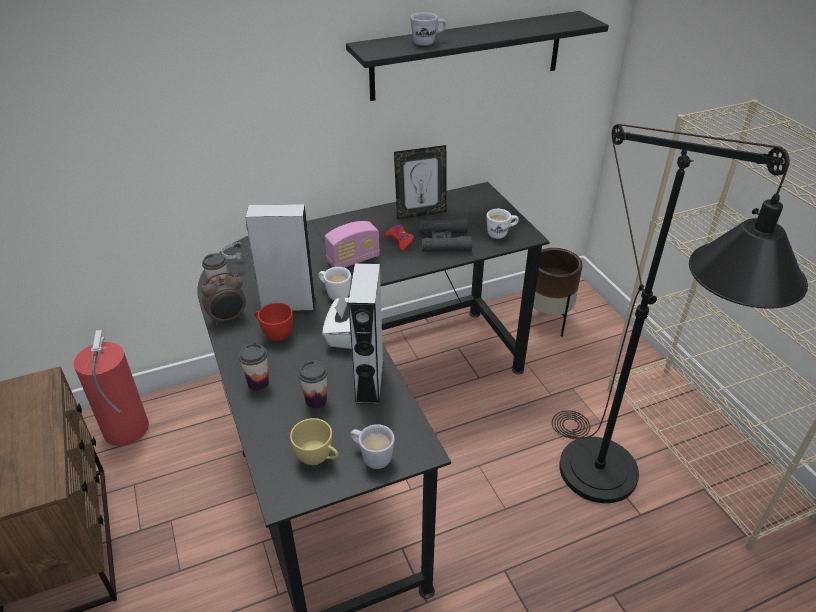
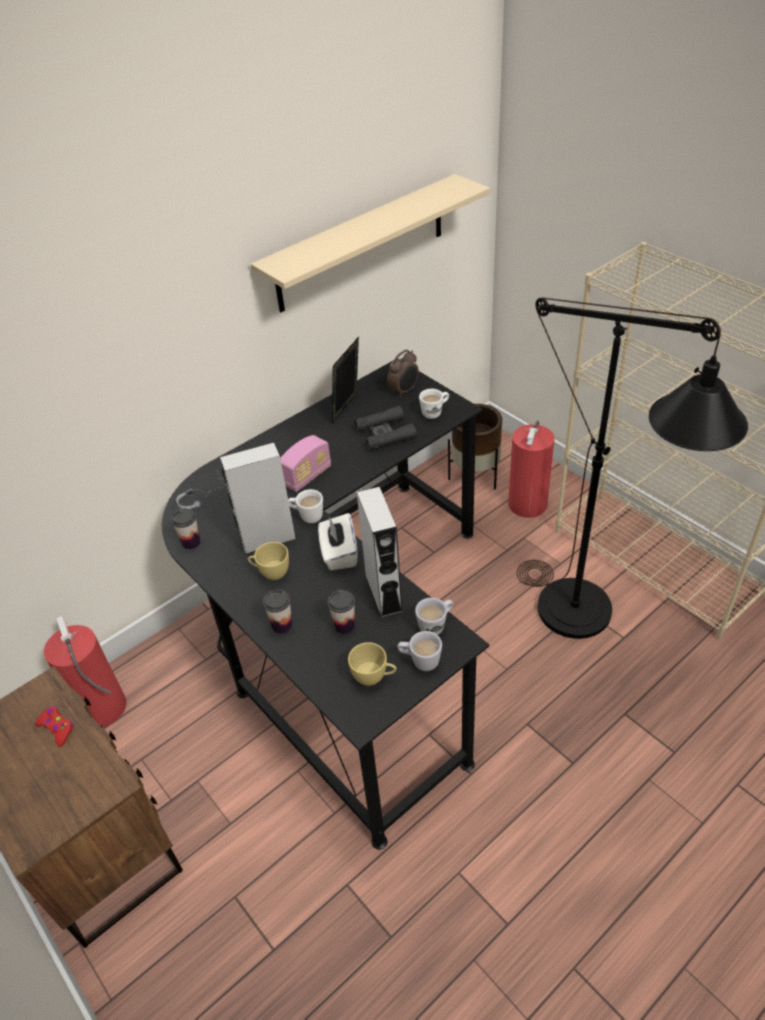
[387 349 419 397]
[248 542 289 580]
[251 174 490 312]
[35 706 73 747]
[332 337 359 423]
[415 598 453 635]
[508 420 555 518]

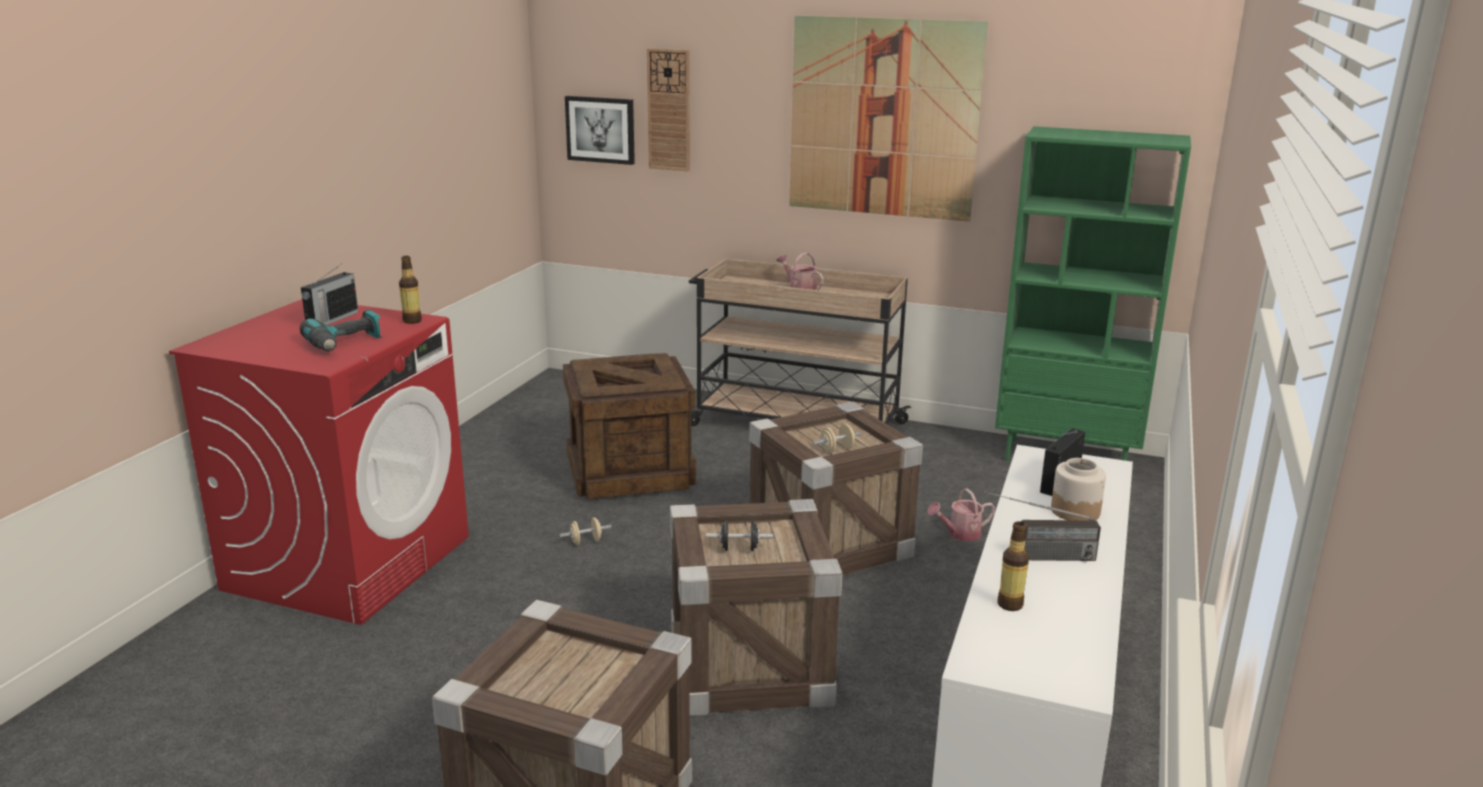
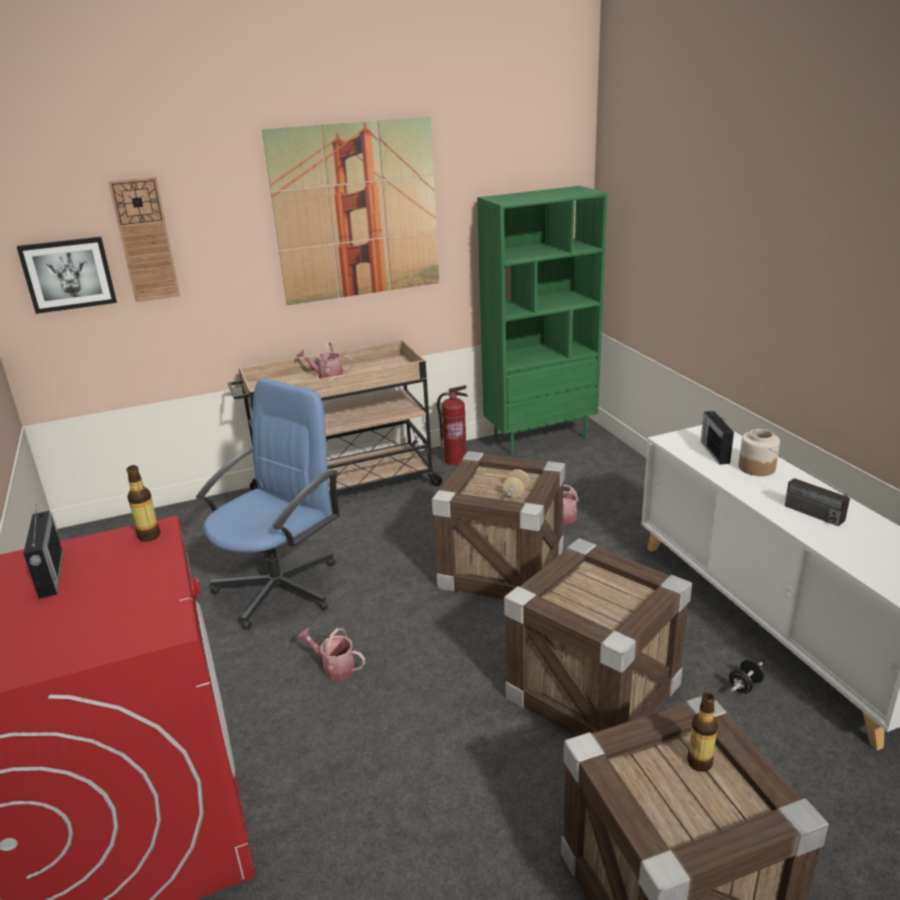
[300 309 382 352] (first image)
[298 628 365 681]
[196 378 340 630]
[729 659 764 694]
[769 449 850 526]
[687 693 718 772]
[437 385 468 466]

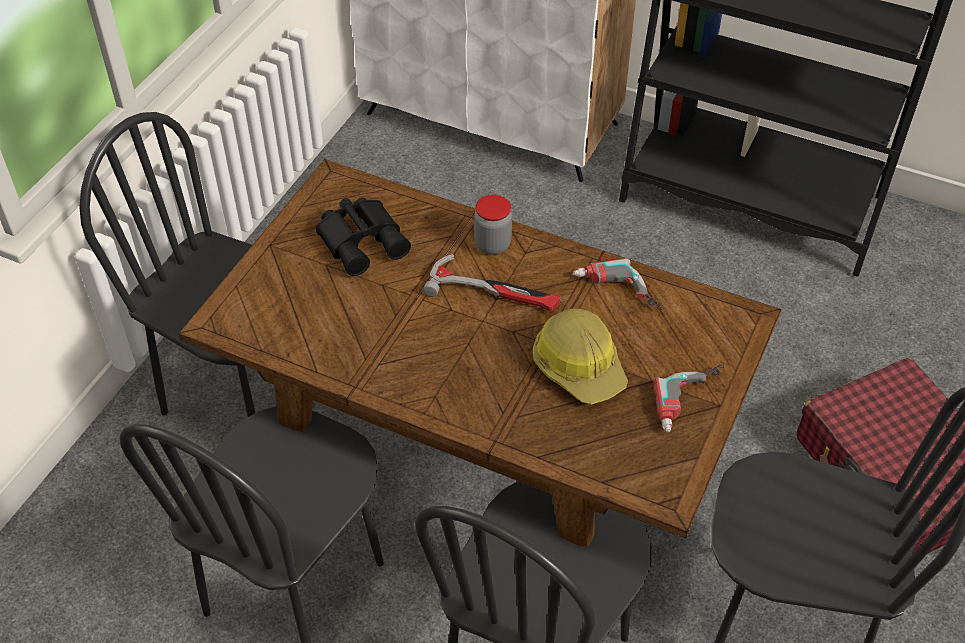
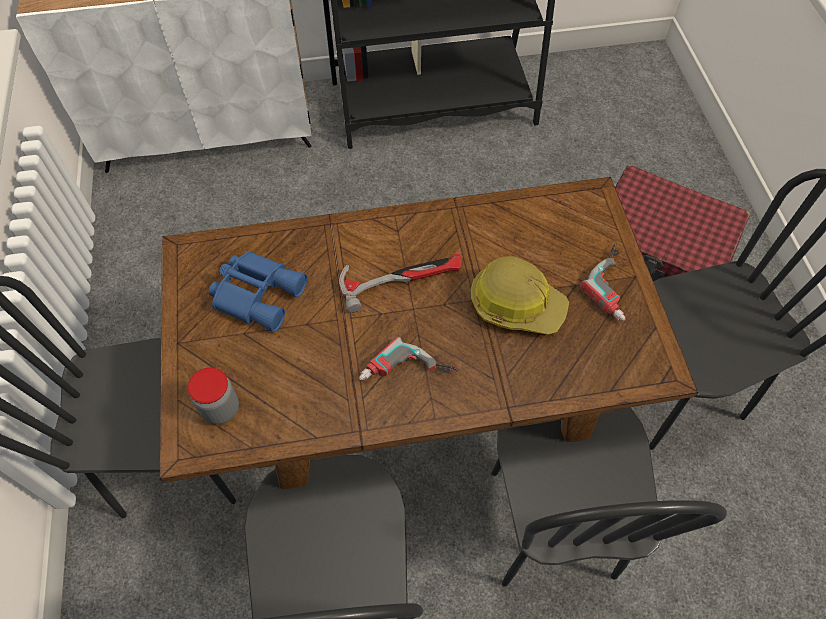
[209 251 307 332]
[188 367 239 424]
[359 337 459 381]

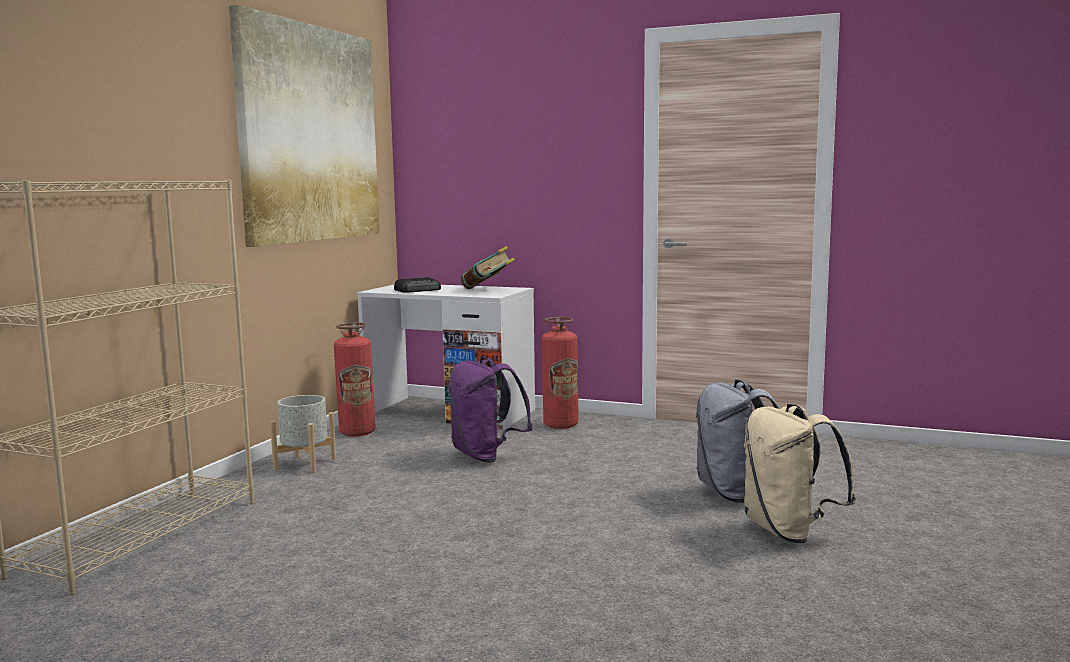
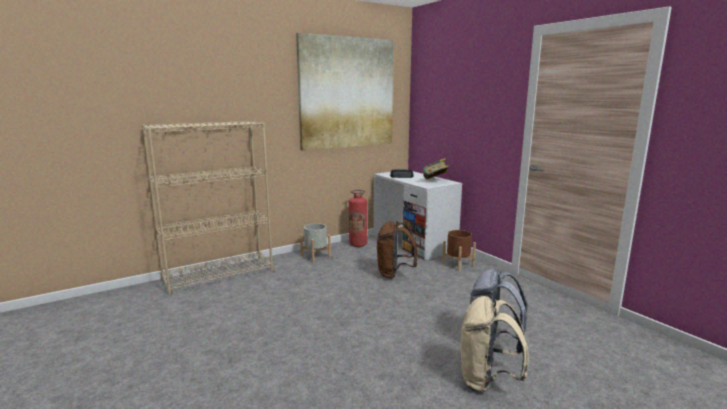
[377 221 418 279]
[442 230 476 271]

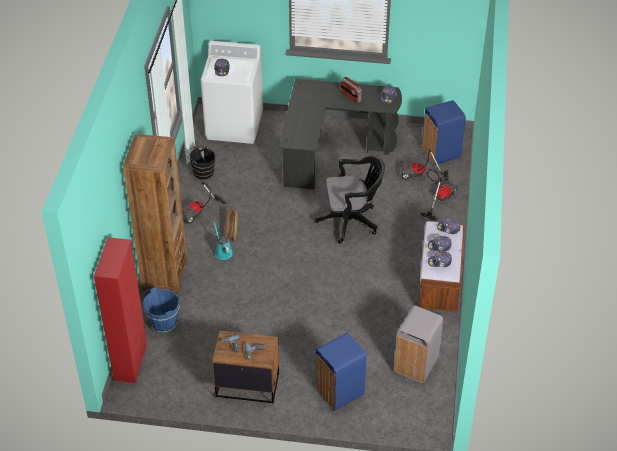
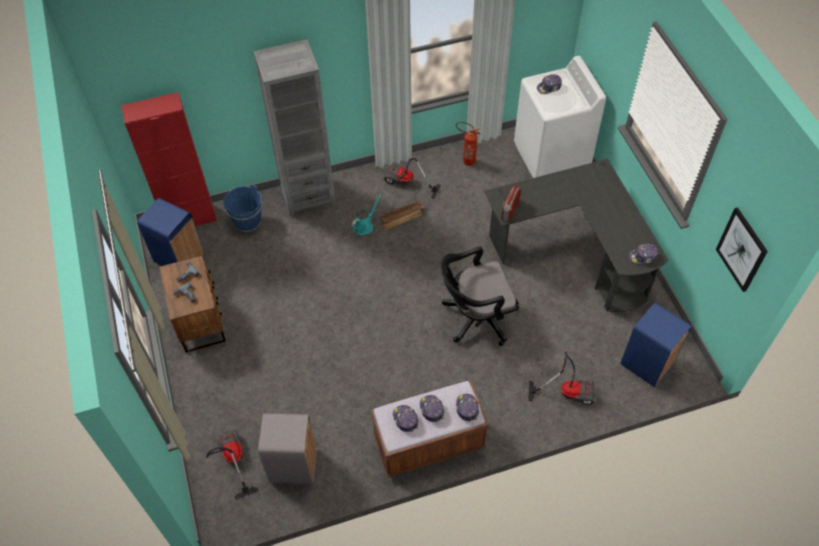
[254 39 336 216]
[456 122 480 166]
[441 247 519 346]
[137 198 204 266]
[501 184 521 222]
[206 430 259 500]
[716 208 768 292]

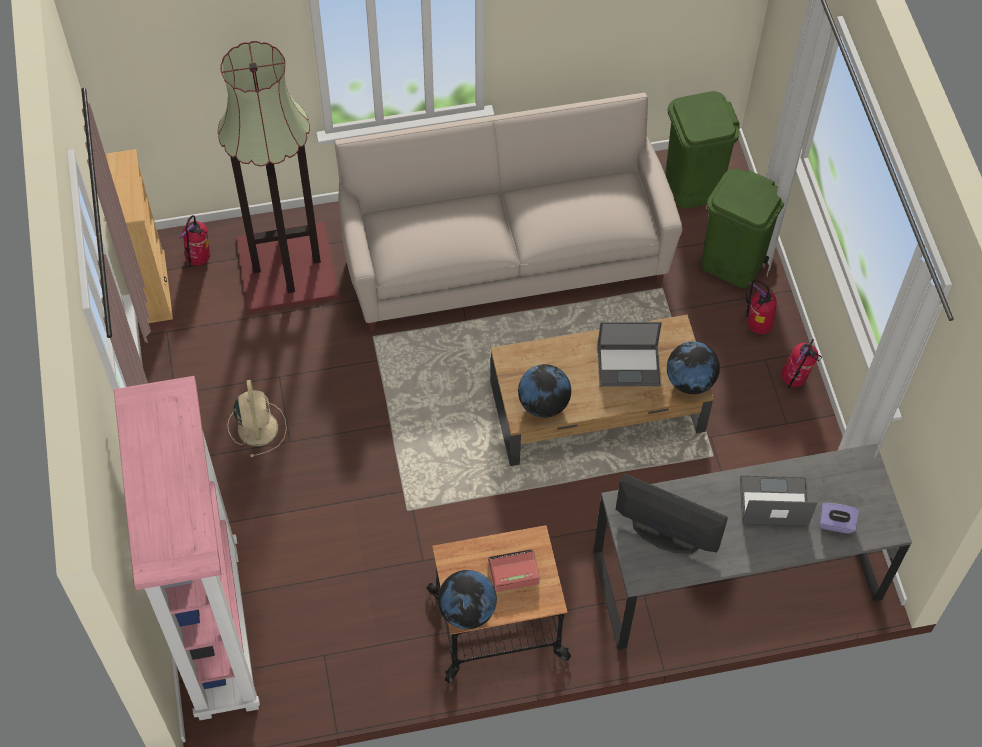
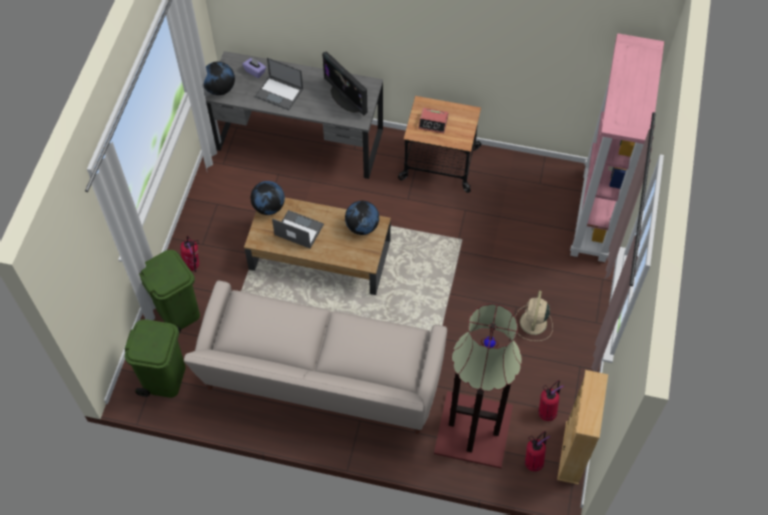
[204 62 235 95]
[538 380 564 421]

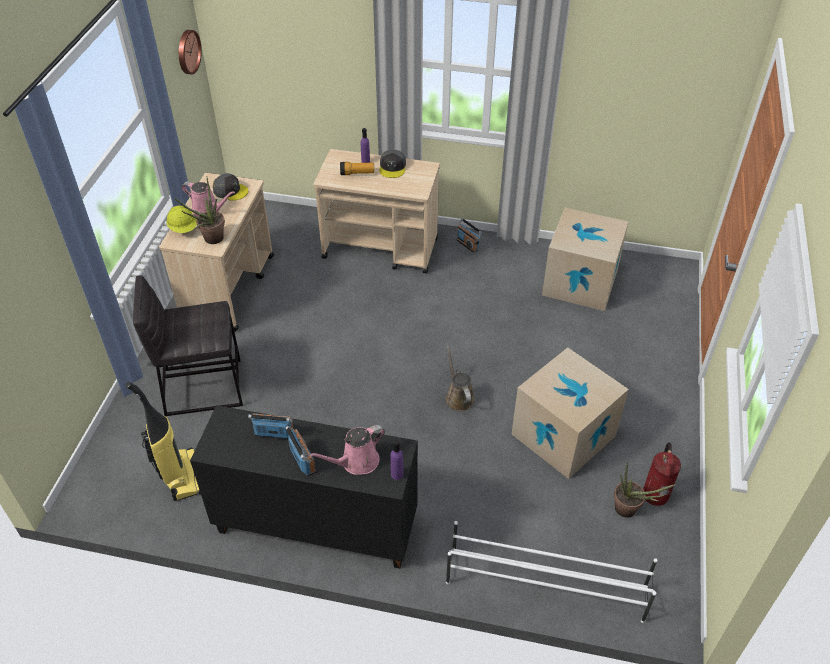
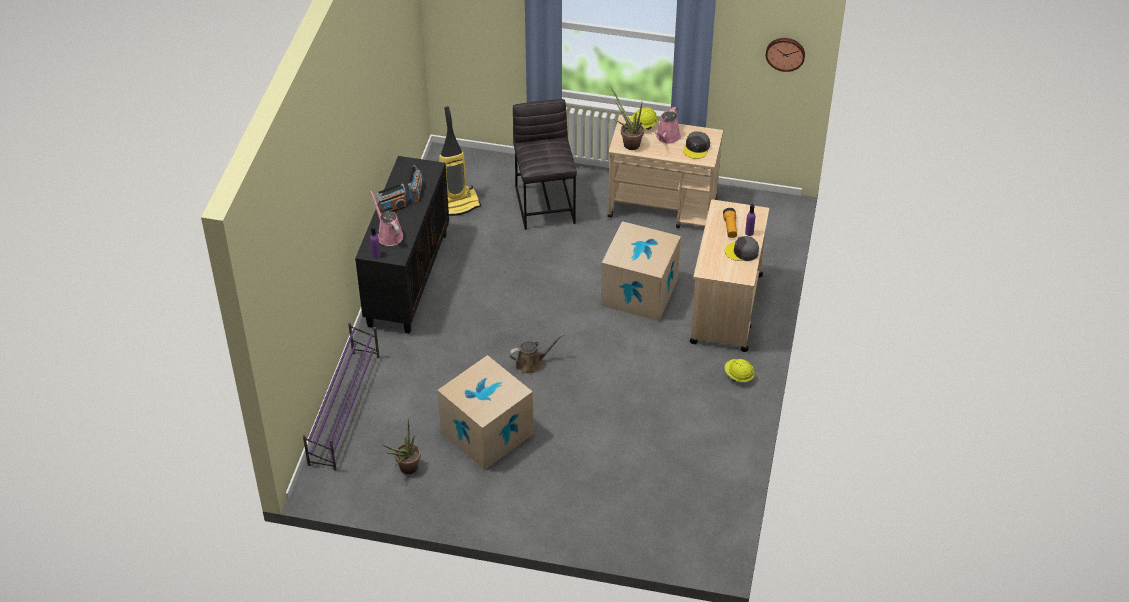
[303 323 380 471]
[725 359 755 382]
[601 221 681 321]
[643 443 681 506] (first image)

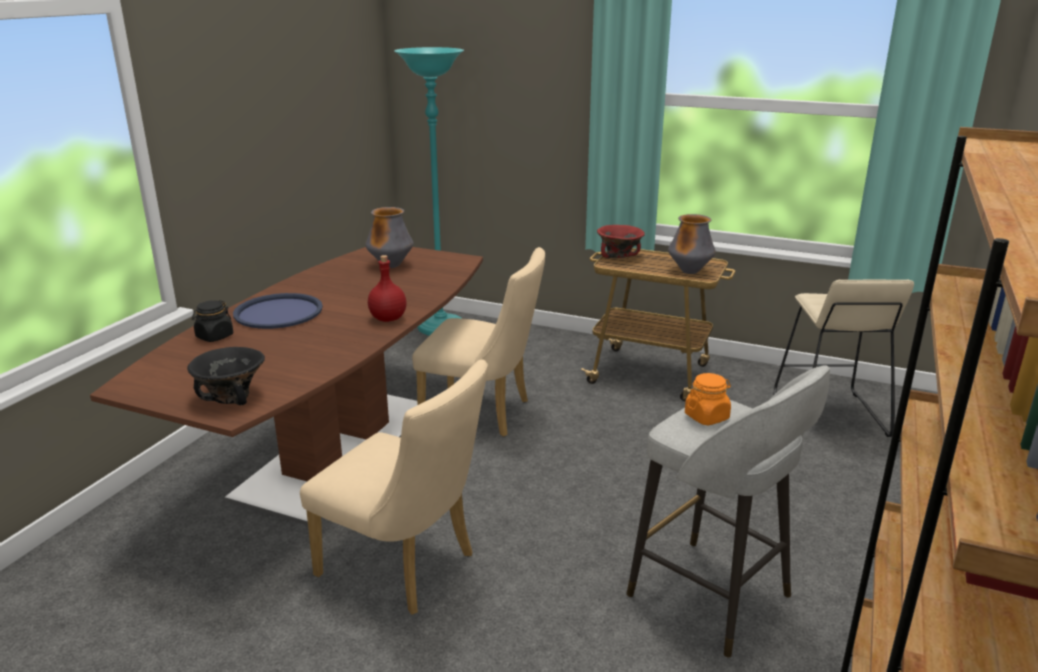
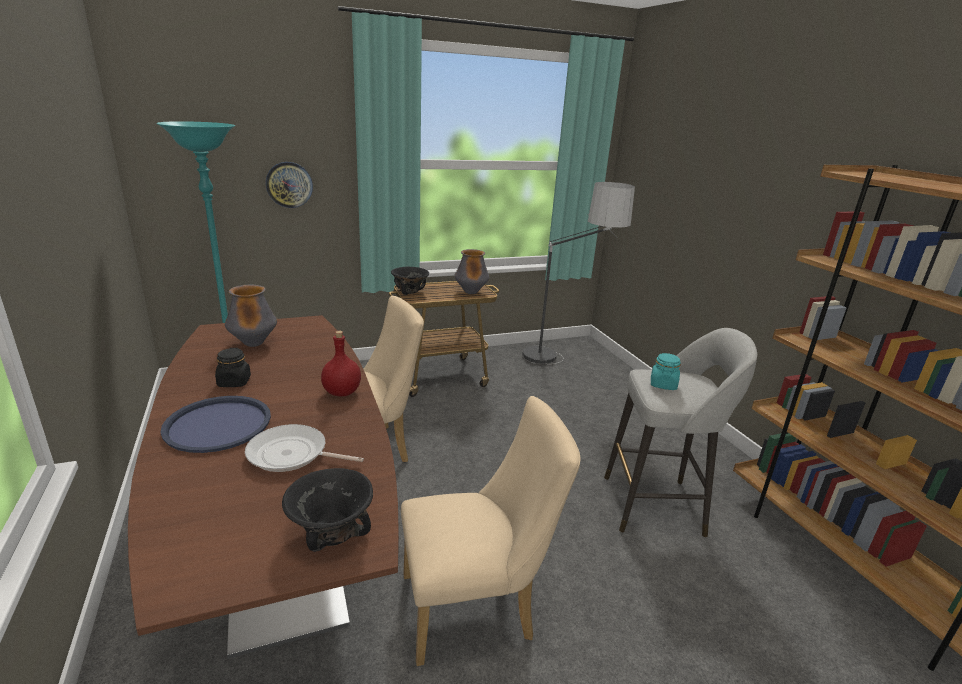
[215 348 251 387]
[391 267 429 295]
[651 353 681 390]
[522 182 635 365]
[245 424 364 472]
[266 162 313 208]

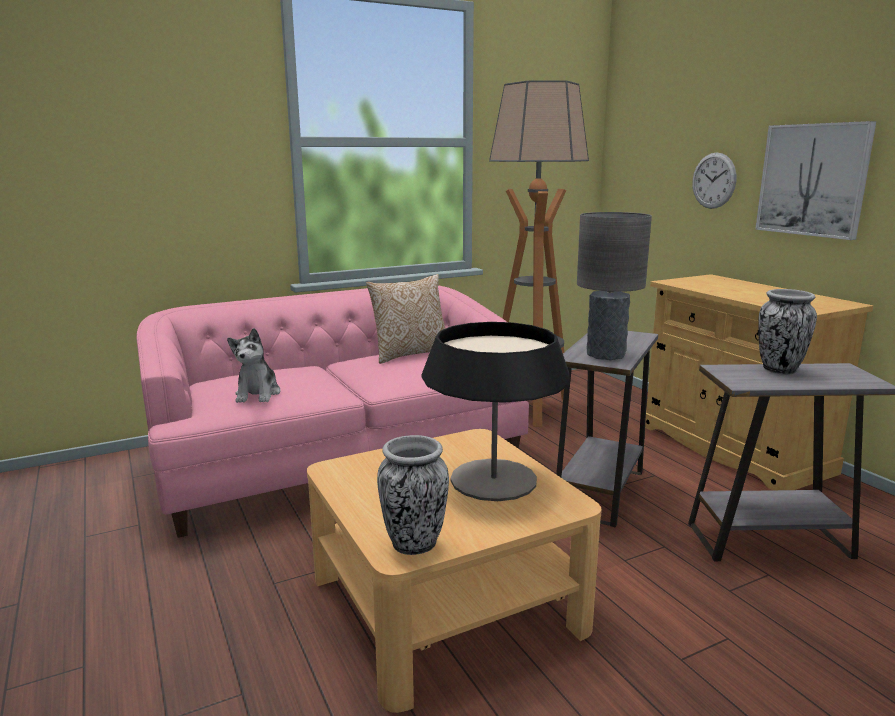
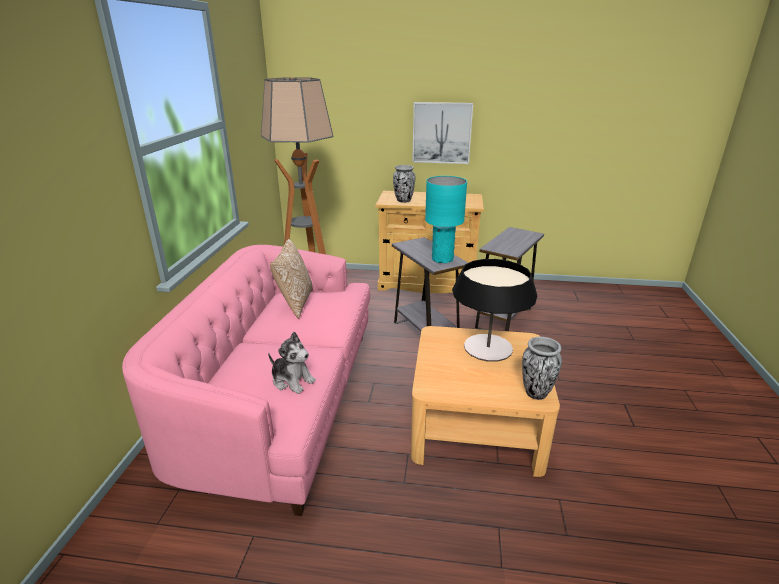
[425 176 467 263]
[692 152 736 209] (first image)
[393 165 415 203]

